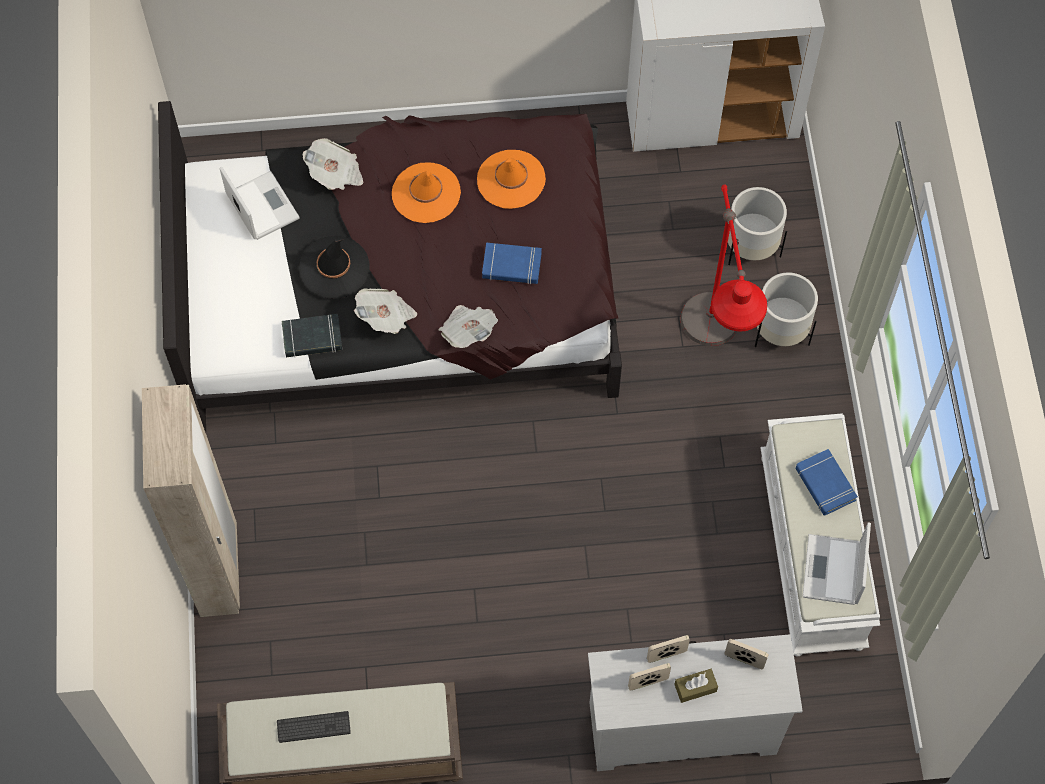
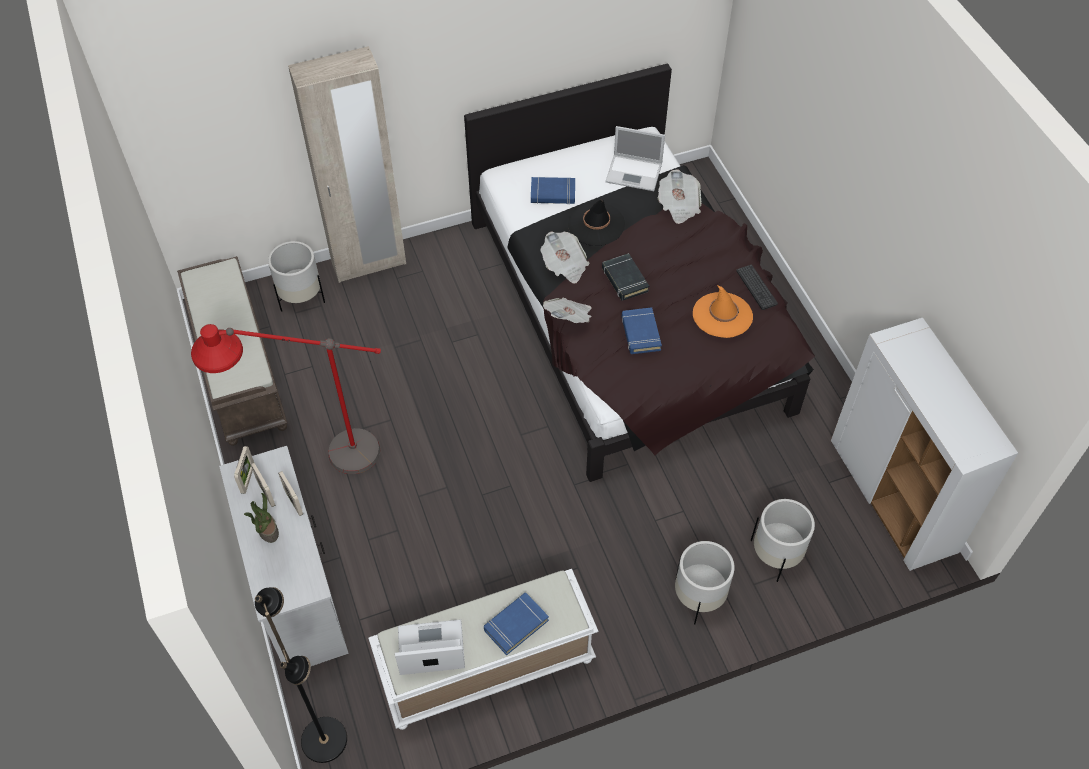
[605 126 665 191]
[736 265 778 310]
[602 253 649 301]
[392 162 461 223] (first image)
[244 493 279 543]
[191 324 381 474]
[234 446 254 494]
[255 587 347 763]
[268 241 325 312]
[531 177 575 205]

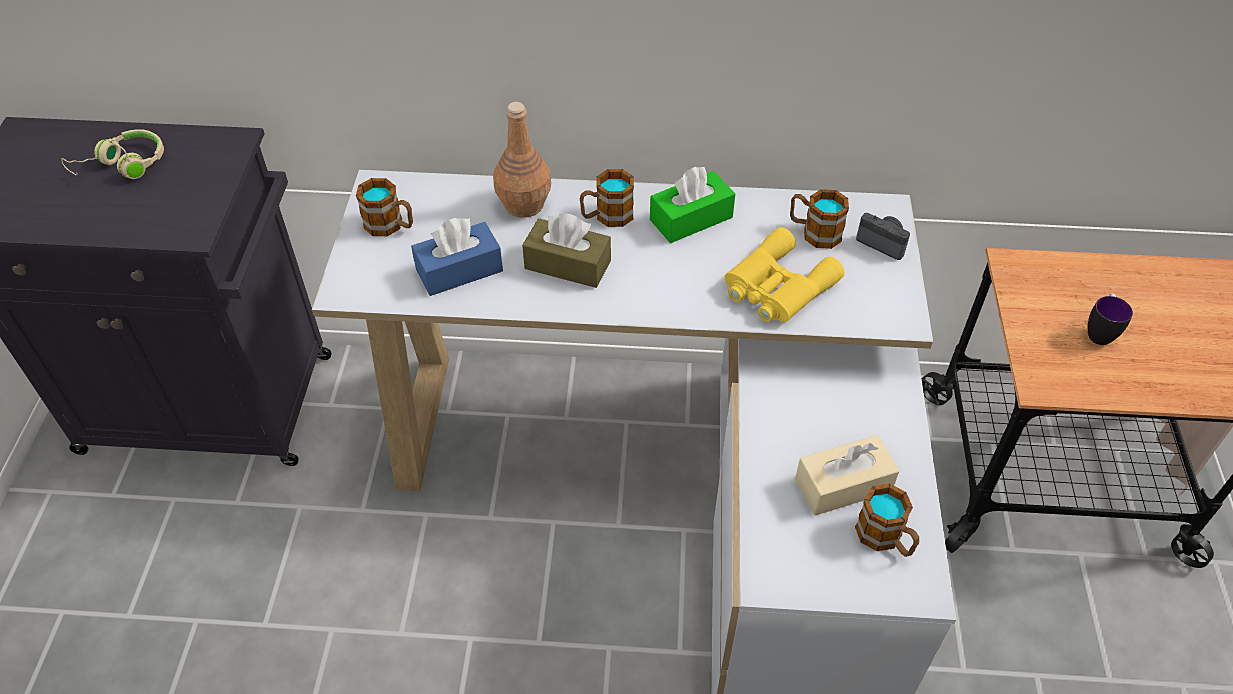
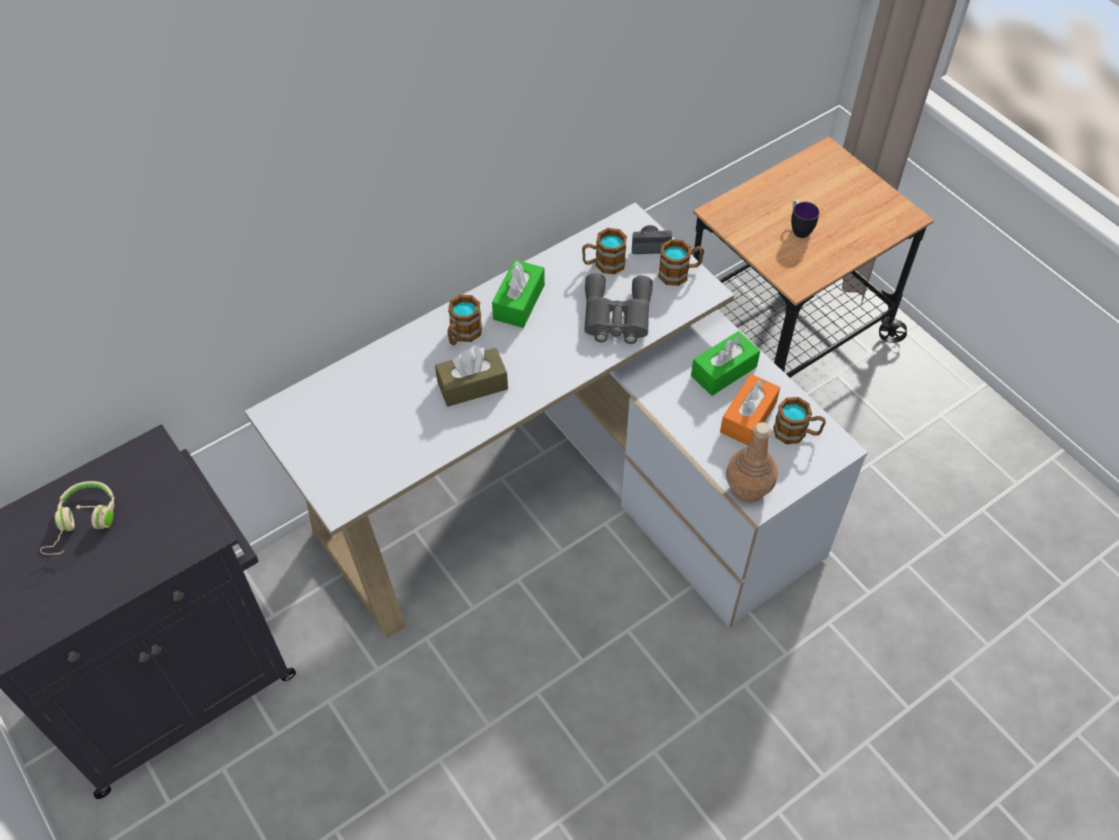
[658 239 704 286]
[411 218 503 296] (first image)
[726 422 778 503]
[584 273 653 344]
[720 374 780 445]
[691 331 760 396]

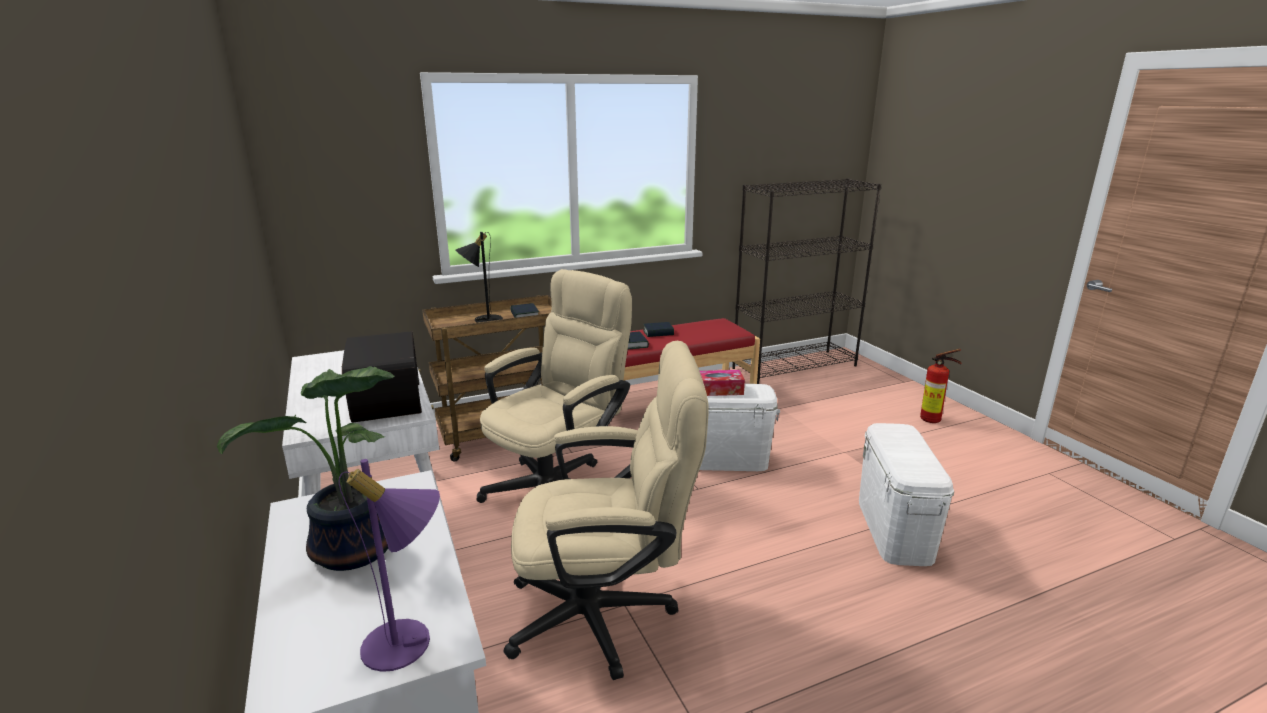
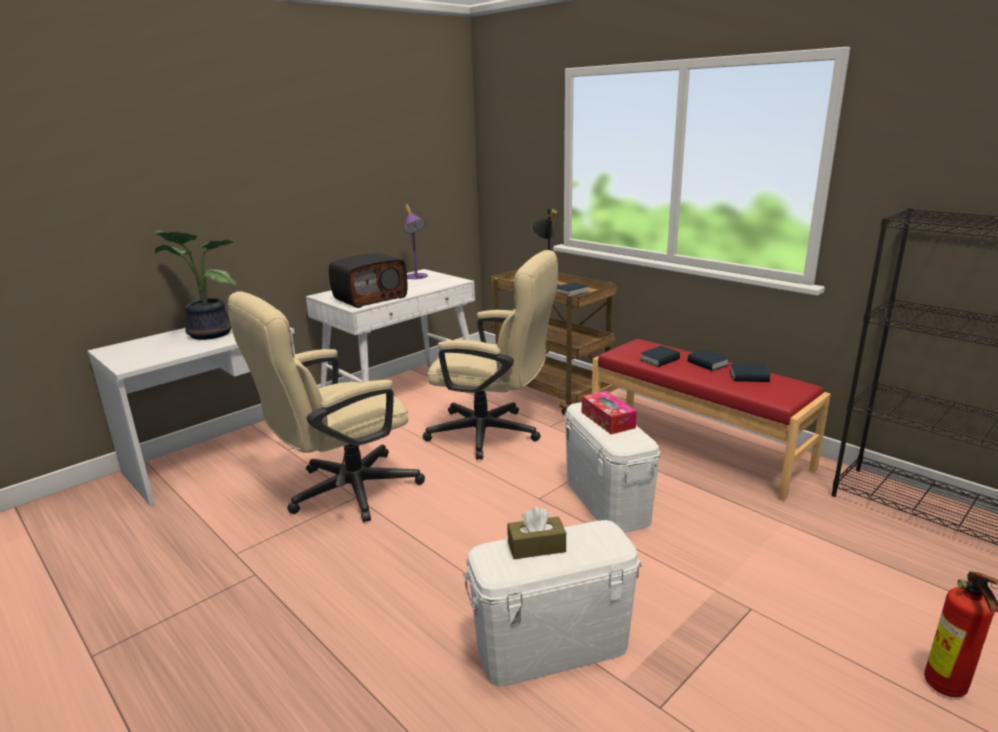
[404 203 428 279]
[227 291 425 522]
[508 507 566 559]
[729 364 770 382]

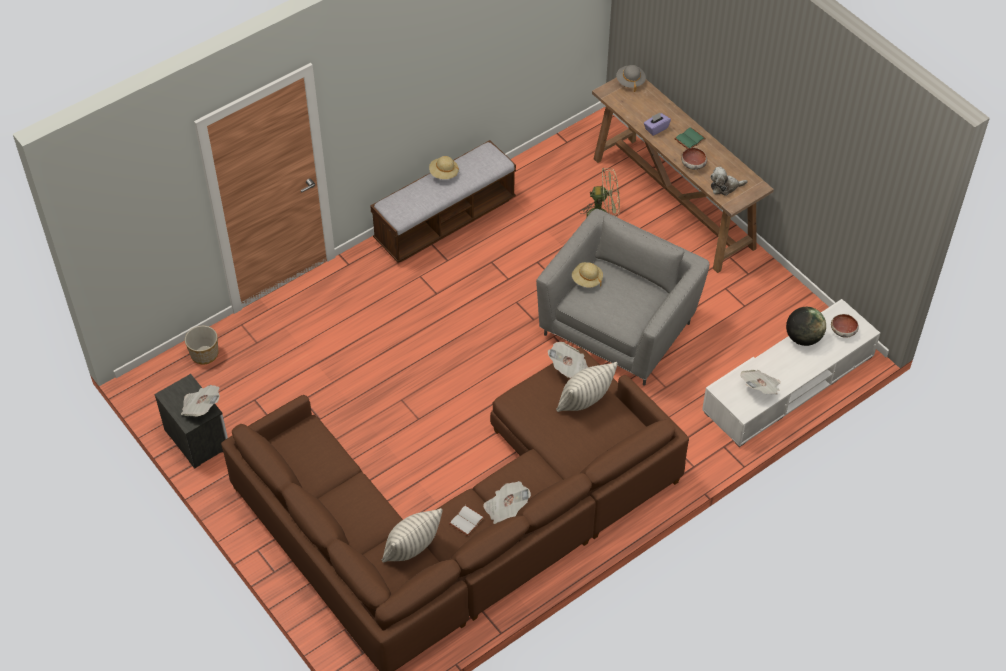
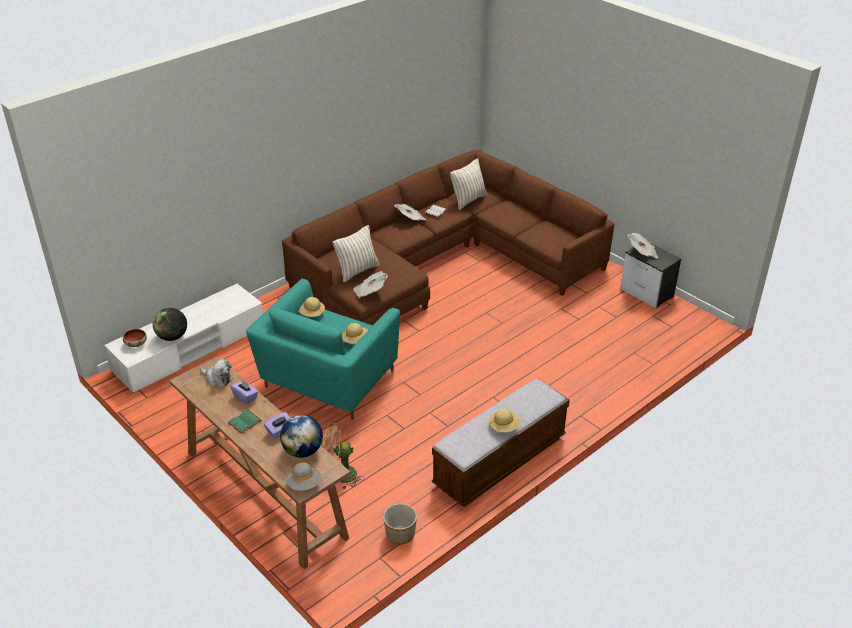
[383 504 417 545]
[246 278 400 420]
[230 379 258 405]
[200 359 233 387]
[740 370 781 395] (first image)
[280 415 323 458]
[298 297 325 318]

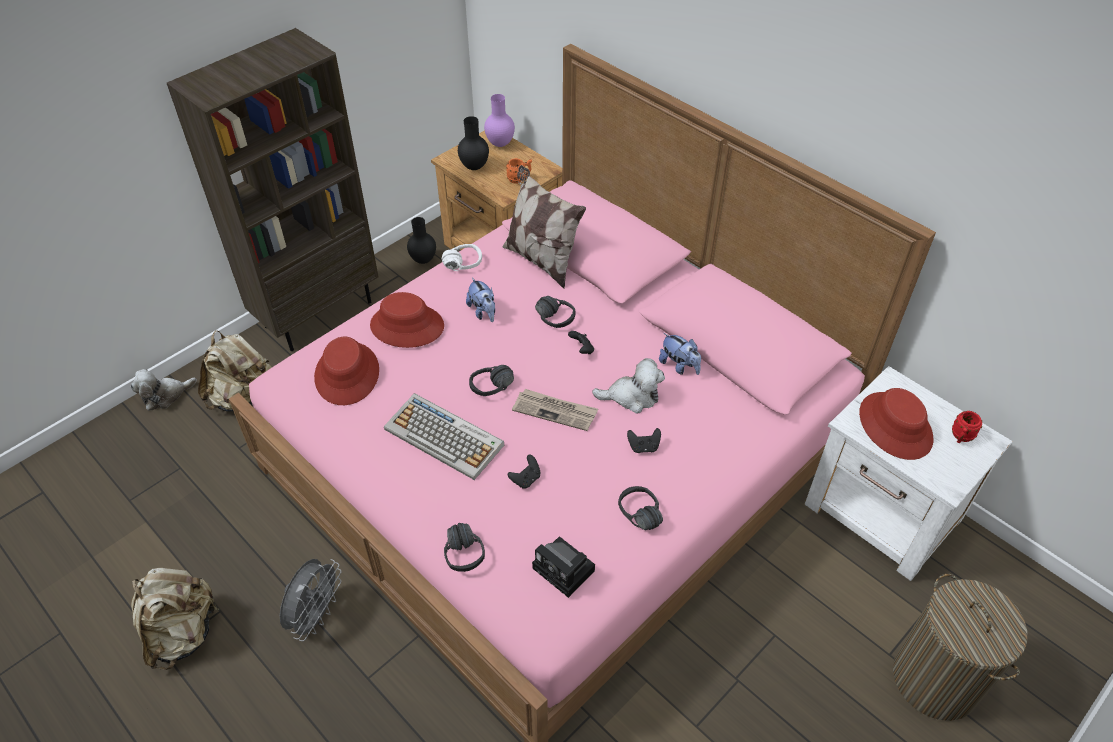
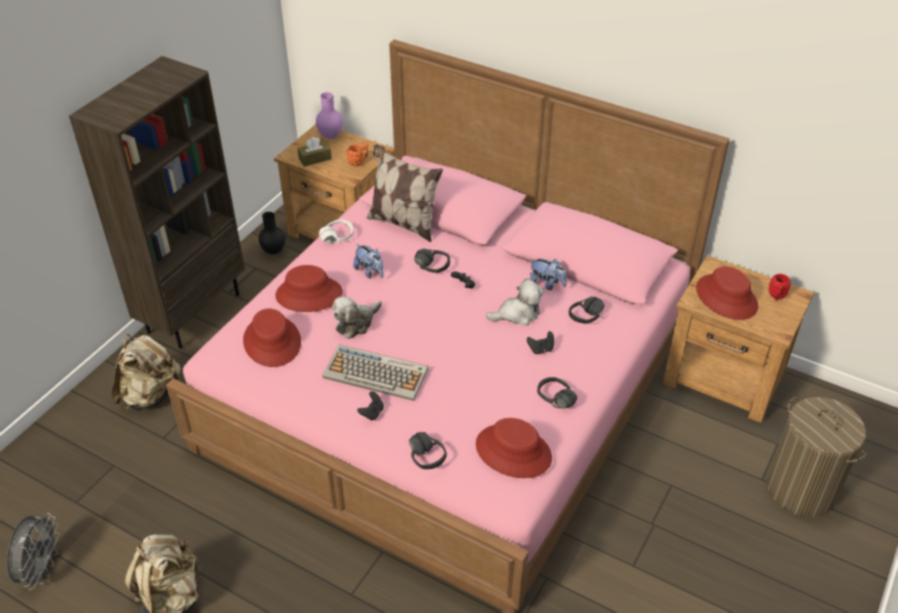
[333 297 382 339]
[7 513 60 590]
[297 137 332 167]
[569 297 605 324]
[357 391 384 421]
[512 389 598 431] (first image)
[476 418 552 478]
[662 255 814 423]

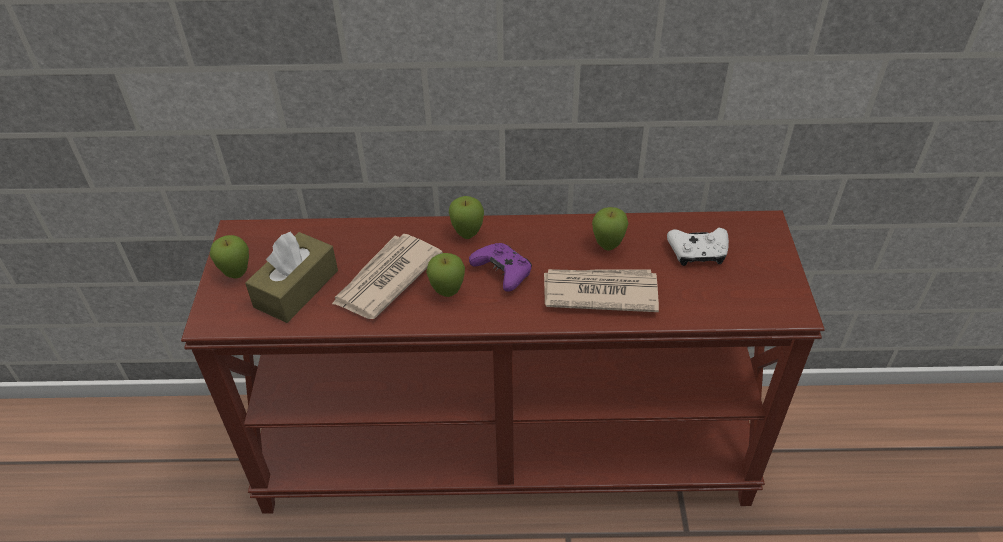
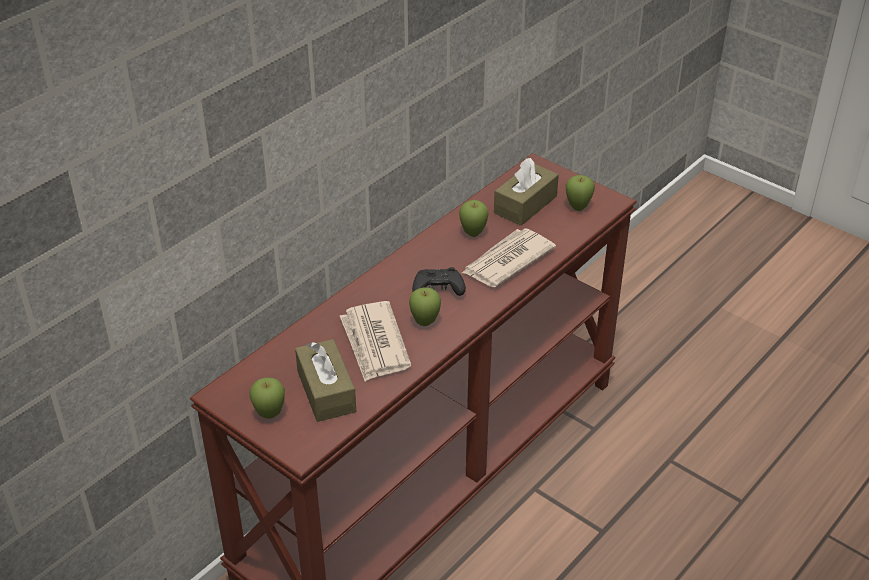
[565 175 595 211]
[412 267 466 296]
[494 158 559 226]

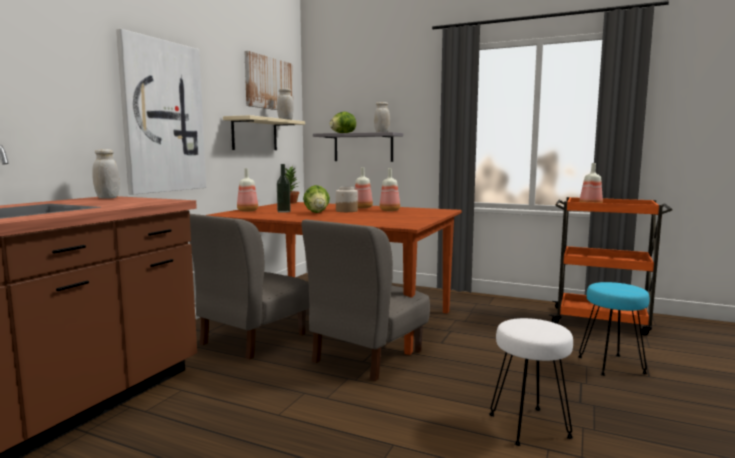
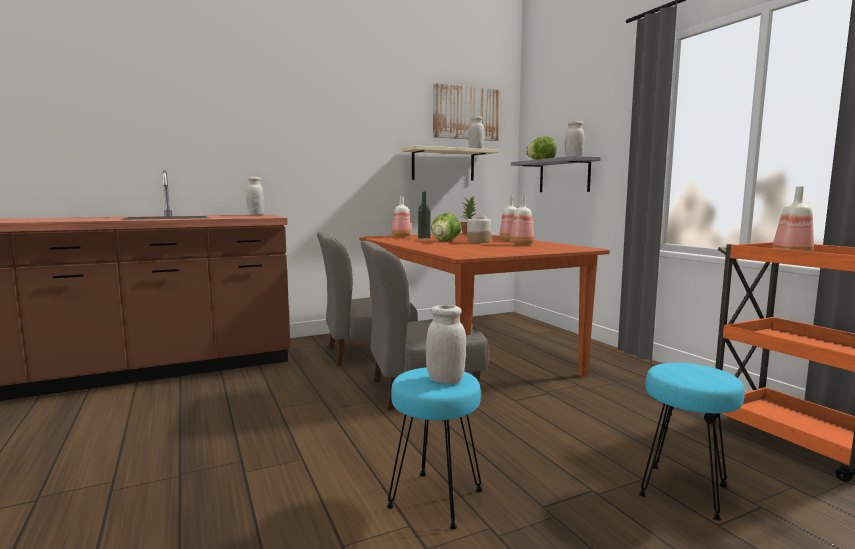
[116 29 206 195] (first image)
[387 367 482 529]
[426 305 466 384]

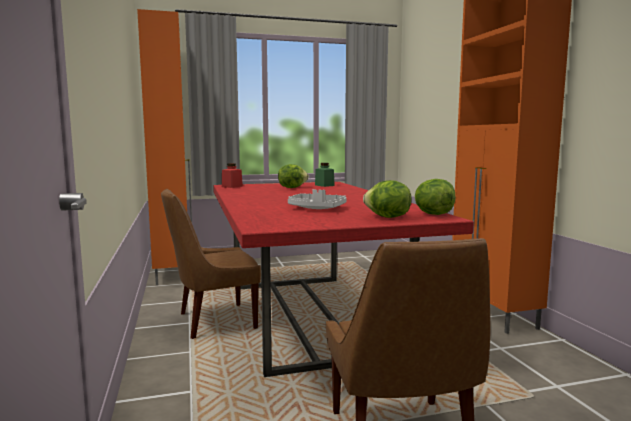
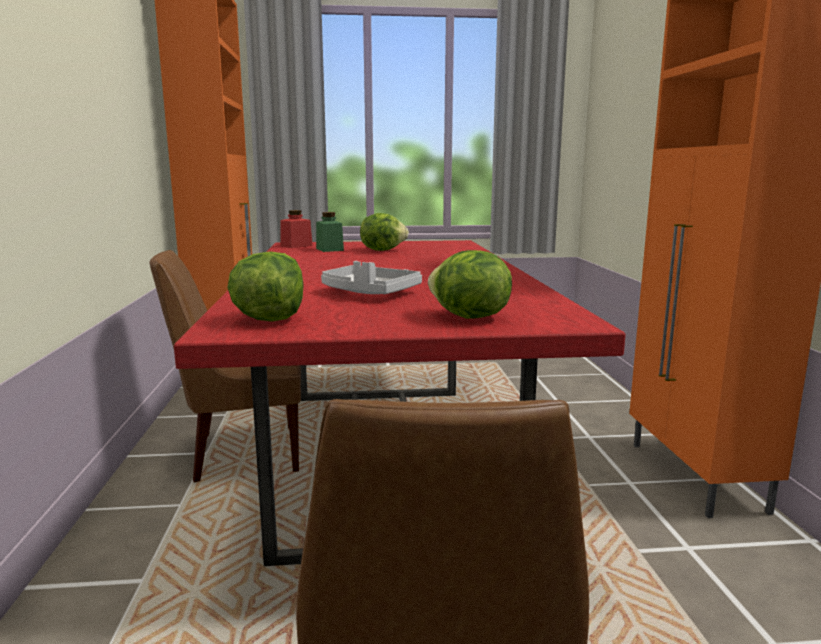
[316 212 344 252]
[227 252 304 322]

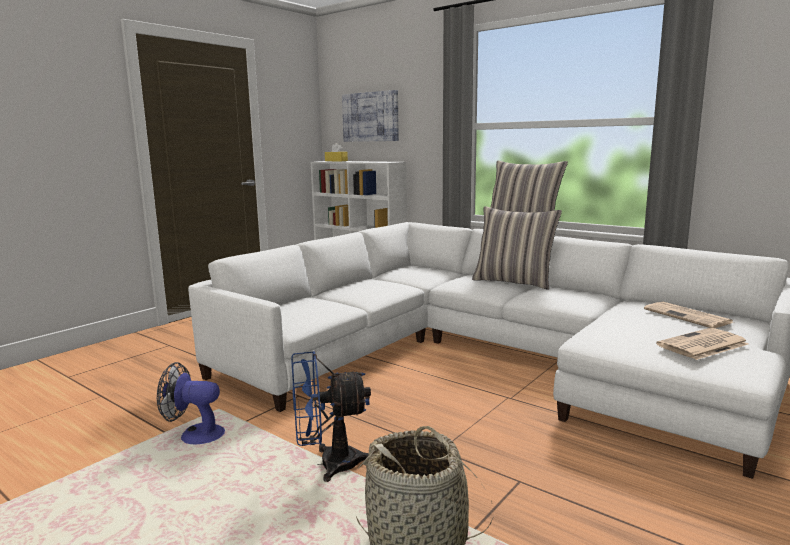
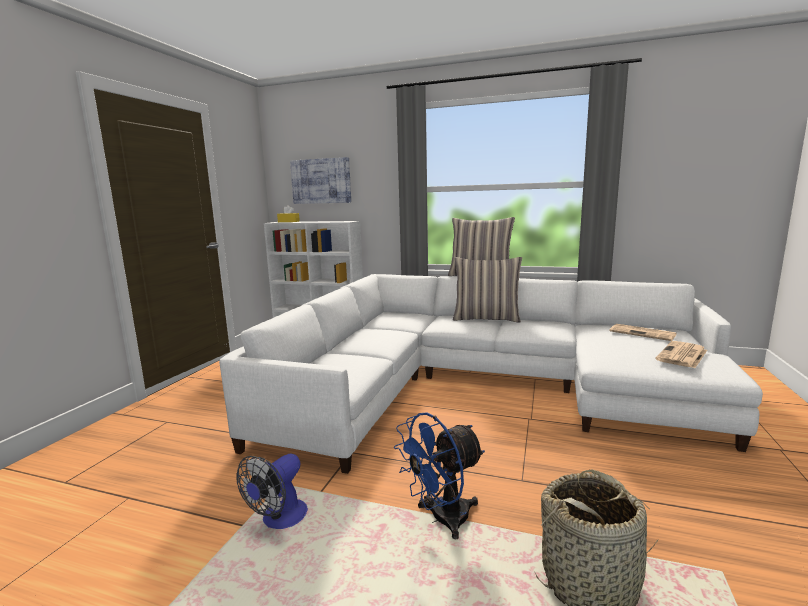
[237 454 308 529]

